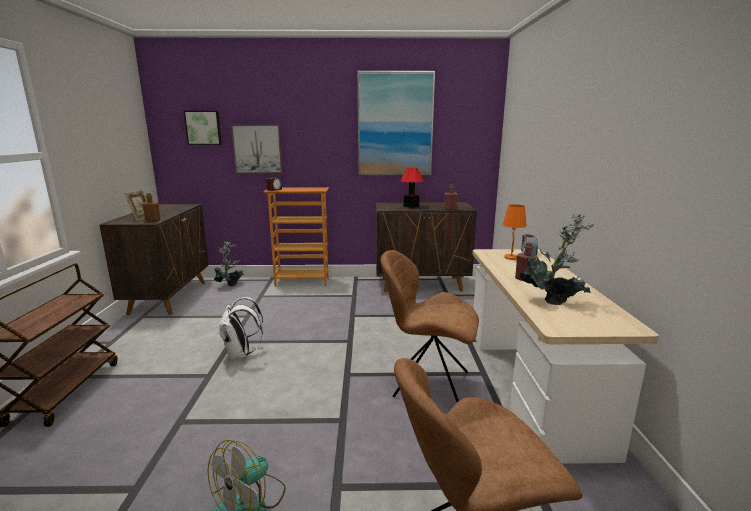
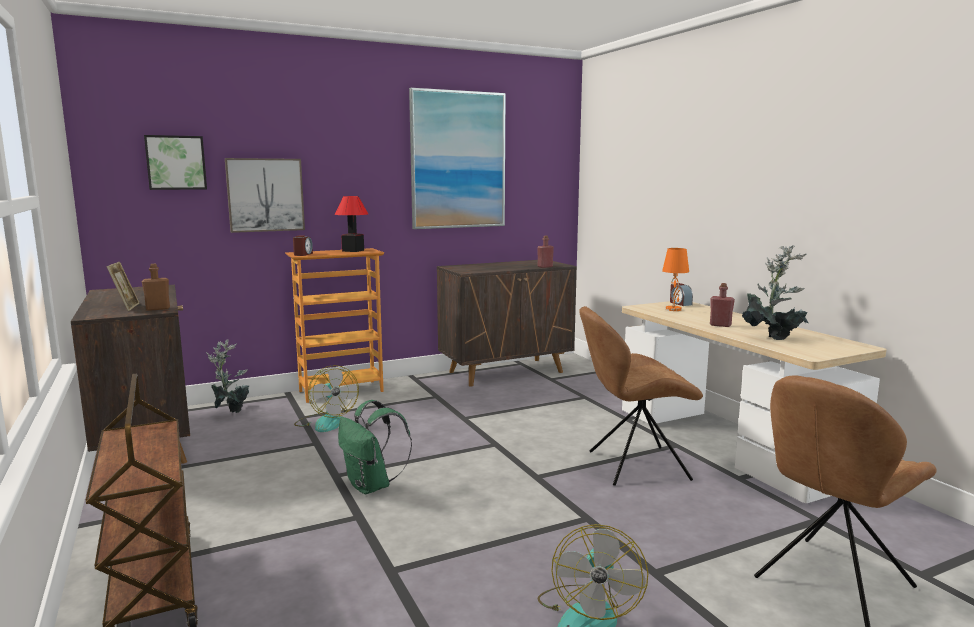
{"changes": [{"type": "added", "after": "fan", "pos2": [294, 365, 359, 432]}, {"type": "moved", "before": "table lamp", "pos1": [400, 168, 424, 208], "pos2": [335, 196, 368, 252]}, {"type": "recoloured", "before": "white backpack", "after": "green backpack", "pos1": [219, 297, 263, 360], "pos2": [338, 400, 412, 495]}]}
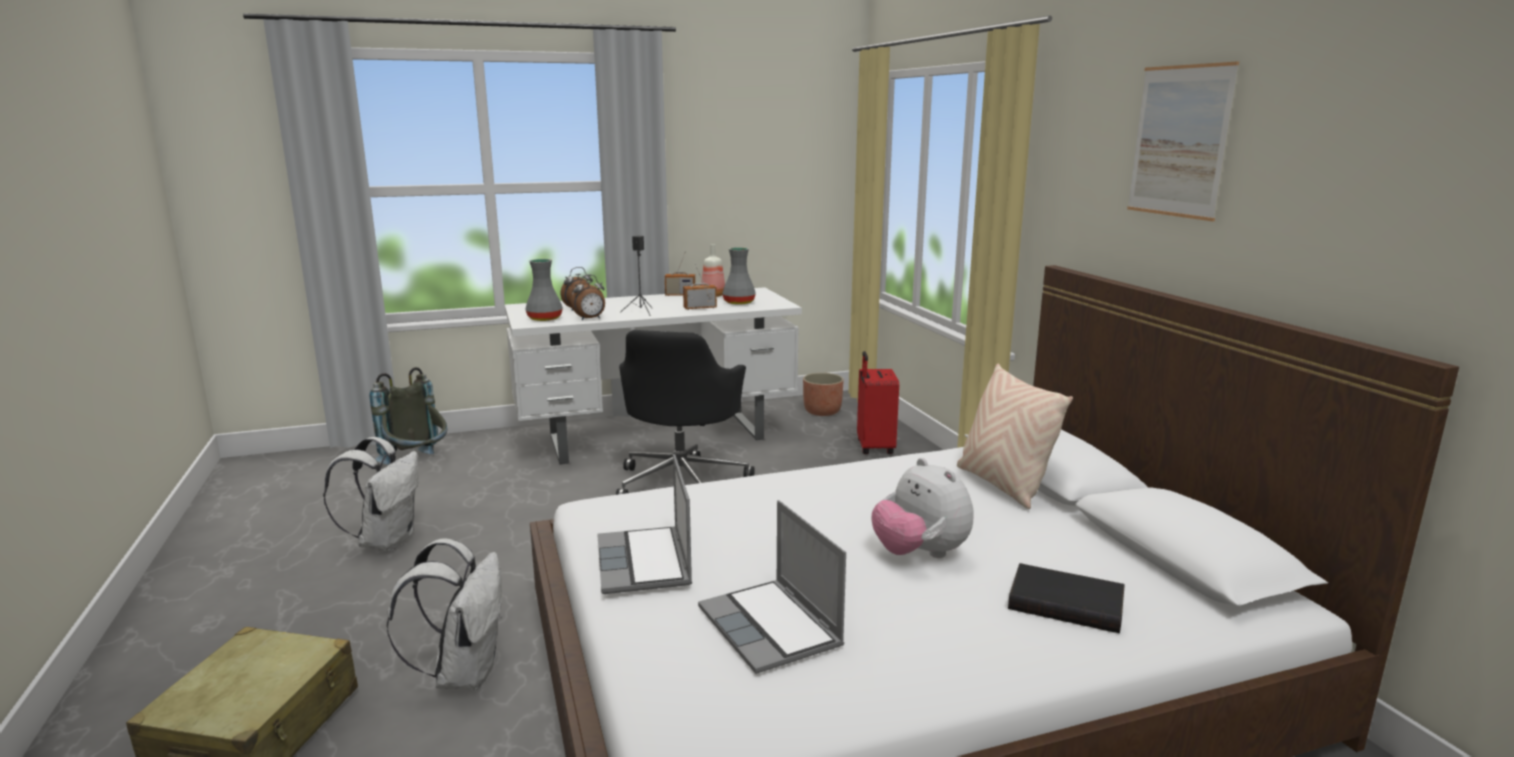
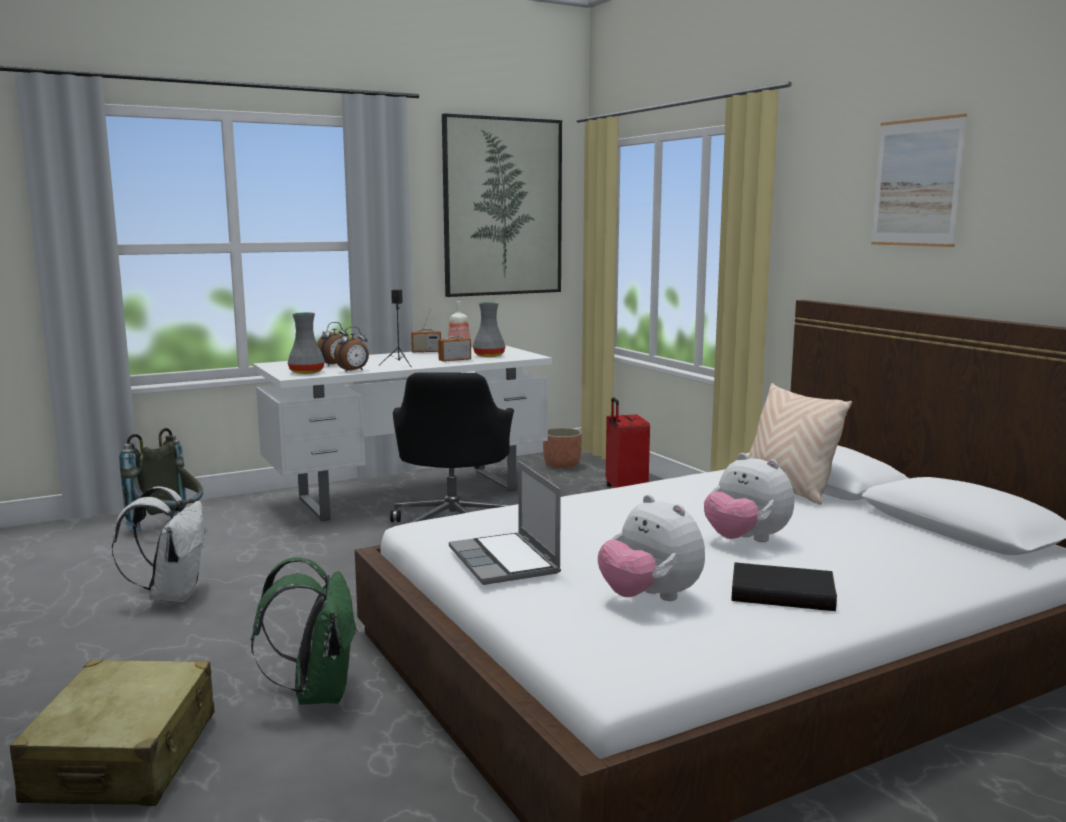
{"changes": [{"type": "added", "after": "picture", "pos2": [442, 113, 562, 297]}, {"type": "moved", "before": "black book", "pos1": [1008, 563, 1125, 633], "pos2": [732, 562, 837, 611]}, {"type": "replaced", "before": "laptop", "after": "plush toy", "pos1": [698, 500, 846, 674], "pos2": [598, 494, 705, 601]}, {"type": "recoloured", "before": "white backpack", "after": "green backpack", "pos1": [387, 538, 502, 690], "pos2": [251, 557, 358, 705]}]}
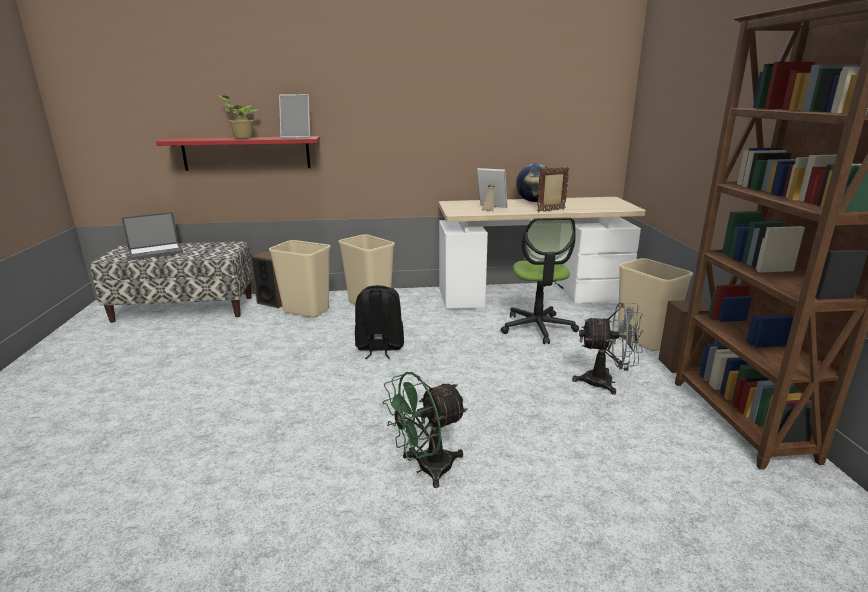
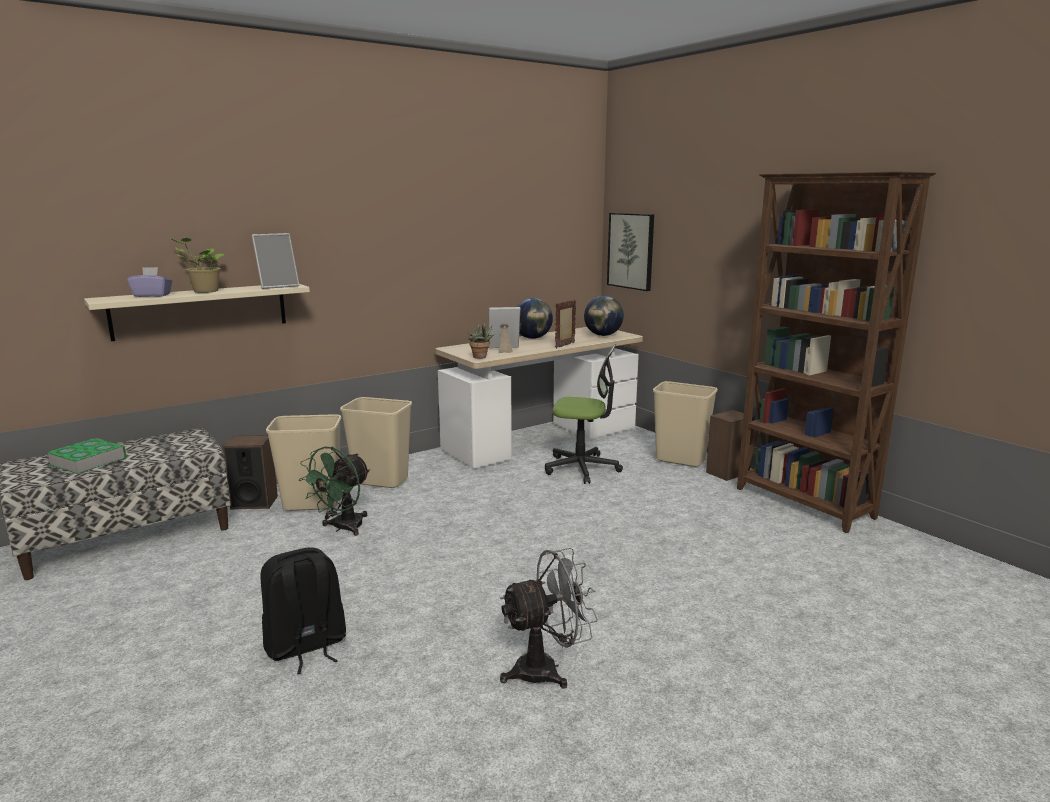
{"changes": [{"type": "added", "after": "purple tissue box", "pos2": [127, 267, 172, 297]}, {"type": "added", "after": "potted plant", "pos2": [468, 323, 494, 359]}, {"type": "added", "after": "globe", "pos2": [584, 296, 624, 336]}, {"type": "added", "after": "picture", "pos2": [607, 213, 654, 291]}, {"type": "moved", "before": "black backpack", "pos1": [355, 285, 404, 359], "pos2": [260, 547, 346, 674]}, {"type": "moved", "before": "green fan", "pos1": [382, 372, 467, 488], "pos2": [299, 446, 370, 536]}, {"type": "moved", "before": "grey fan", "pos1": [572, 302, 644, 395], "pos2": [500, 548, 598, 689]}, {"type": "replaced", "before": "laptop", "after": "book", "pos1": [121, 212, 183, 260], "pos2": [47, 438, 127, 474]}, {"type": "recoloured", "before": "red shelf", "after": "beige shelf", "pos1": [156, 136, 320, 171], "pos2": [84, 284, 310, 341]}, {"type": "turned", "before": "office chair", "pos1": [501, 218, 579, 344], "pos2": [545, 344, 623, 484], "turn": -45}]}
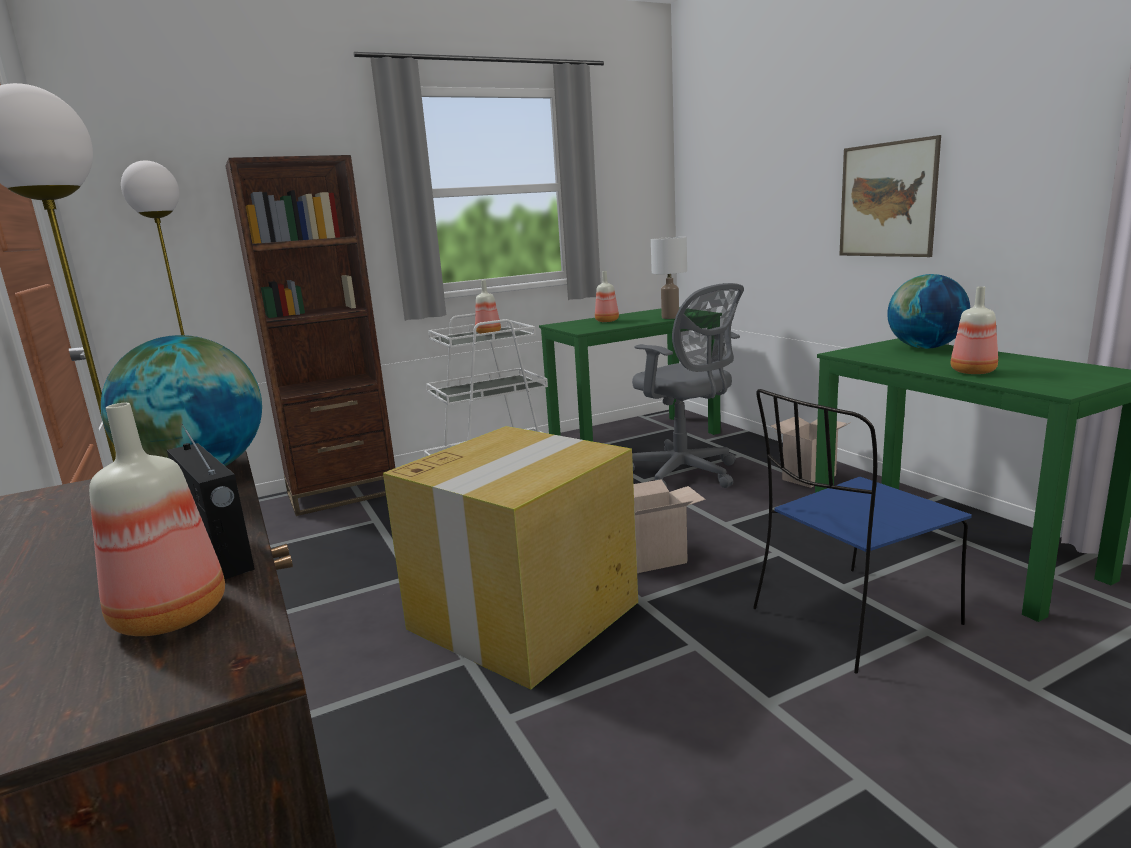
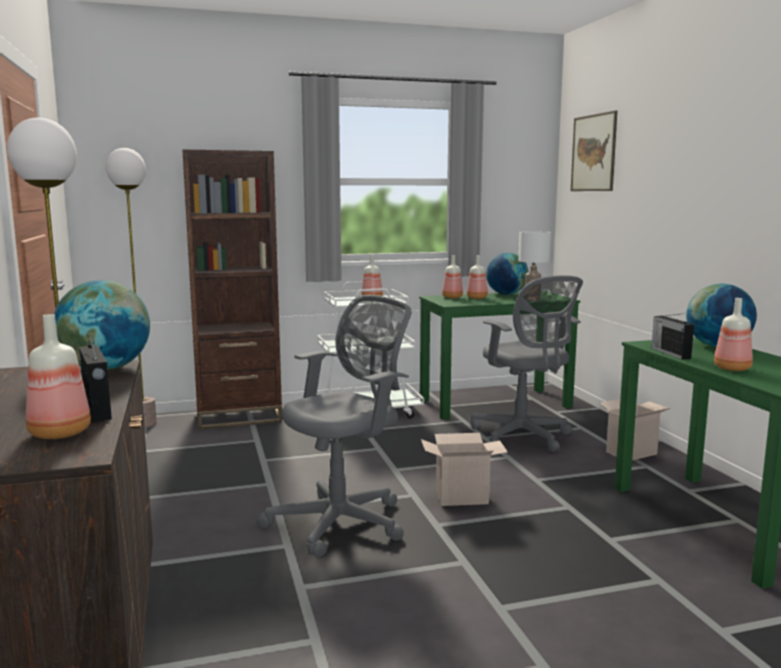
{"changes": [{"type": "removed", "before": "blue chair", "pos1": [753, 389, 972, 674]}, {"type": "added", "after": "bottle", "pos2": [442, 255, 463, 298]}, {"type": "added", "after": "globe", "pos2": [486, 253, 529, 295]}, {"type": "added", "after": "radio", "pos2": [652, 313, 694, 359]}, {"type": "moved", "before": "picture", "pos1": [839, 135, 941, 257], "pos2": [571, 111, 617, 191]}, {"type": "replaced", "before": "cardboard box", "after": "grey office chair", "pos1": [383, 426, 638, 690], "pos2": [256, 295, 412, 557]}]}
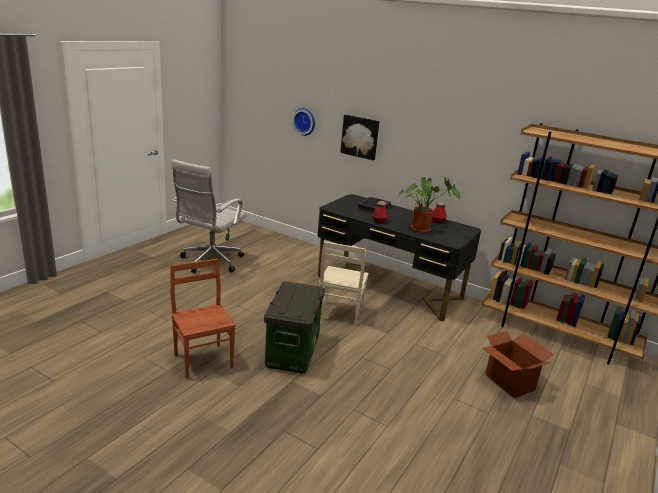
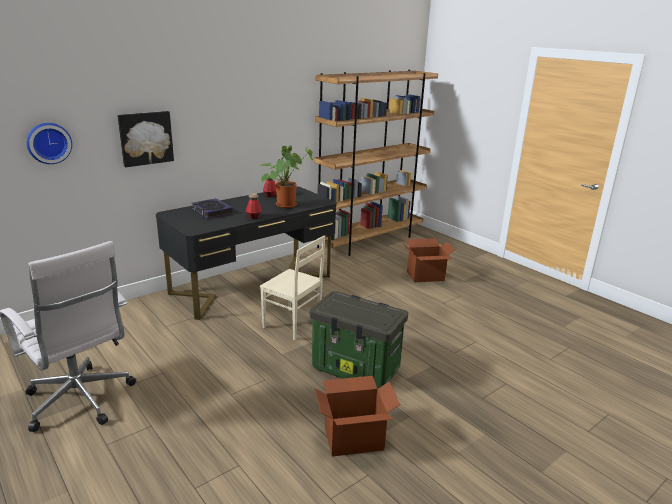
{"changes": [{"type": "replaced", "before": "brown chair", "after": "cardboard box", "pos1": [170, 259, 236, 379], "pos2": [315, 376, 400, 457]}]}
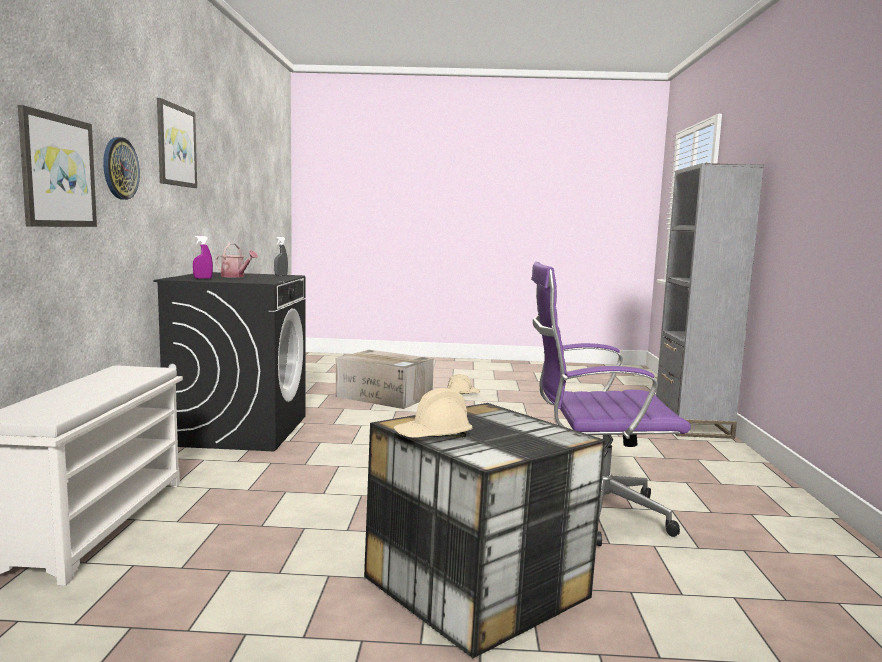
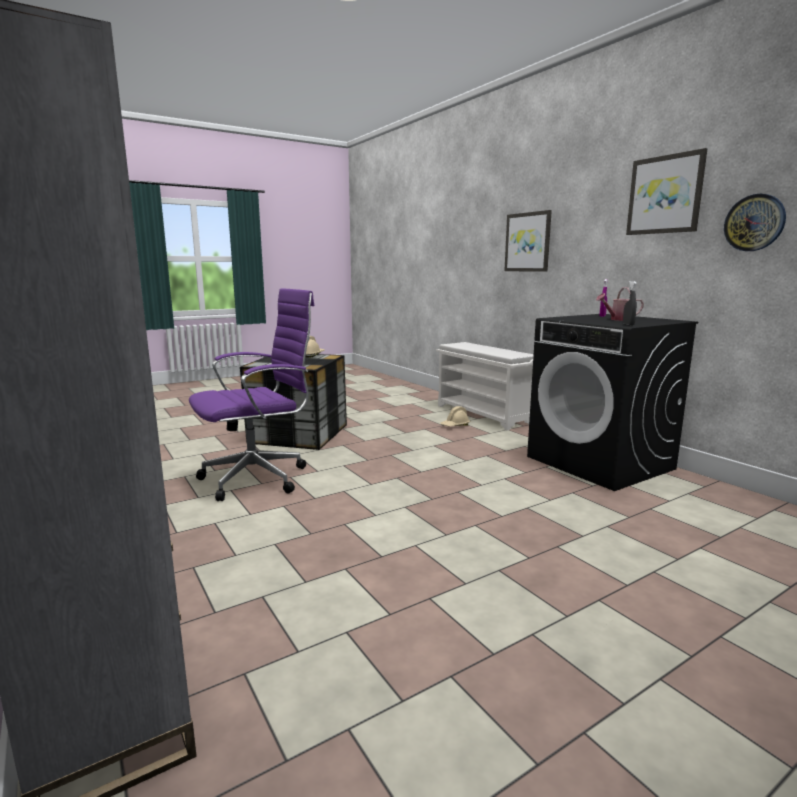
{"changes": [{"type": "removed", "before": "cardboard box", "pos1": [336, 350, 434, 409]}, {"type": "moved", "before": "wall clock", "pos1": [103, 137, 140, 200], "pos2": [724, 194, 786, 251]}, {"type": "moved", "before": "beige hard hat", "pos1": [447, 374, 480, 394], "pos2": [440, 406, 470, 426]}]}
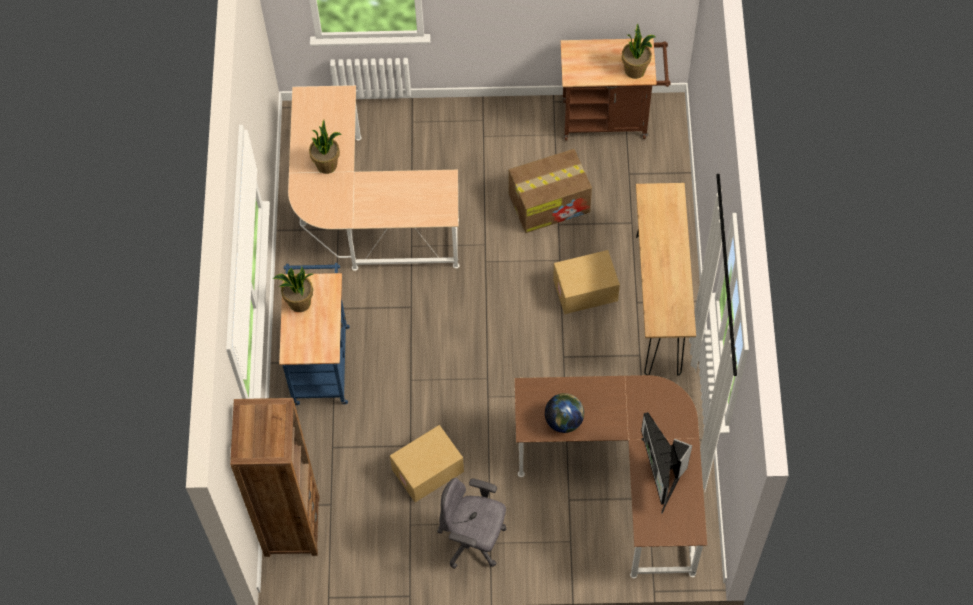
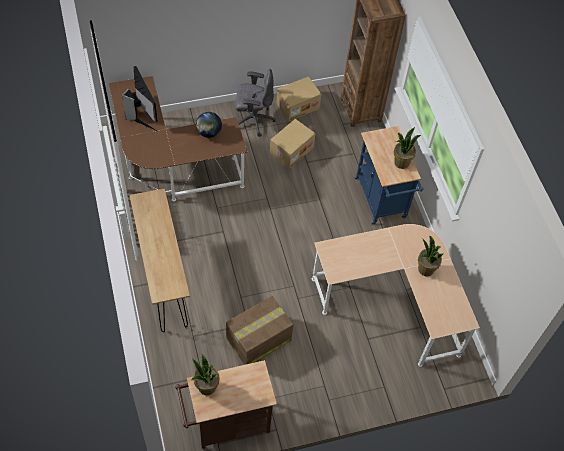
{"changes": [{"type": "moved", "before": "cardboard box", "pos1": [553, 250, 620, 314], "pos2": [276, 76, 322, 121]}]}
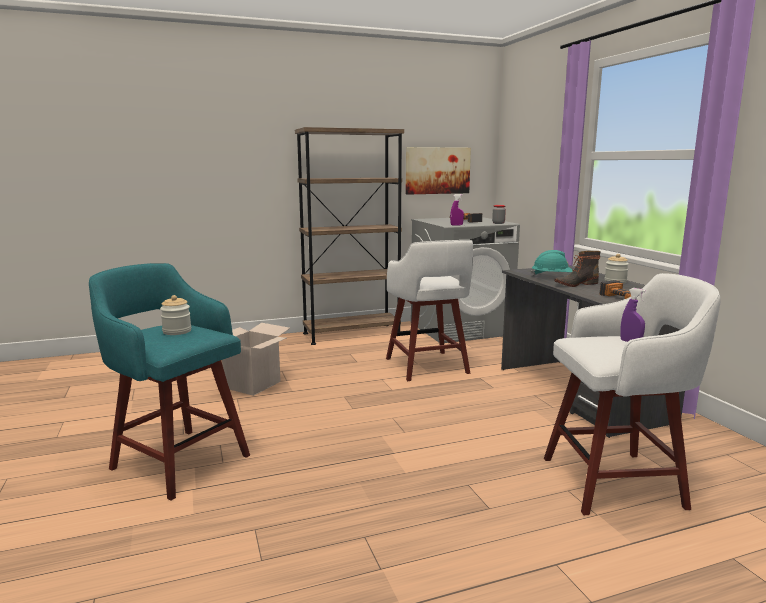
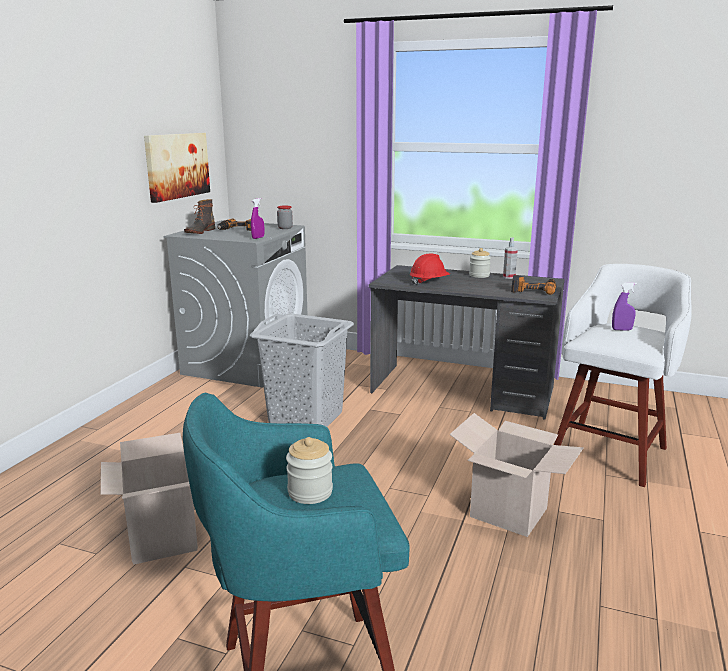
{"changes": [{"type": "removed", "before": "brown bookcase", "pos1": [295, 127, 404, 345]}, {"type": "added", "after": "cardboard box", "pos2": [449, 413, 584, 537]}, {"type": "added", "after": "spray bottle", "pos2": [503, 237, 518, 279]}, {"type": "moved", "before": "boot", "pos1": [554, 251, 601, 287], "pos2": [184, 199, 215, 234]}, {"type": "replaced", "before": "white stool", "after": "grey laundry basket", "pos1": [386, 240, 473, 381], "pos2": [250, 313, 354, 427]}, {"type": "recoloured", "before": "turquoise hard hat", "after": "red hard hat", "pos1": [531, 250, 573, 276], "pos2": [410, 253, 450, 285]}]}
